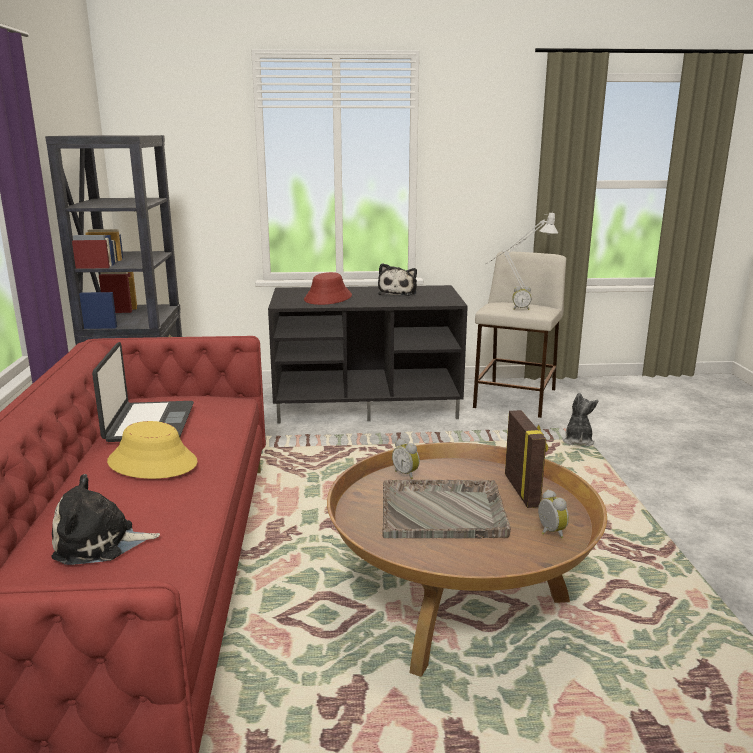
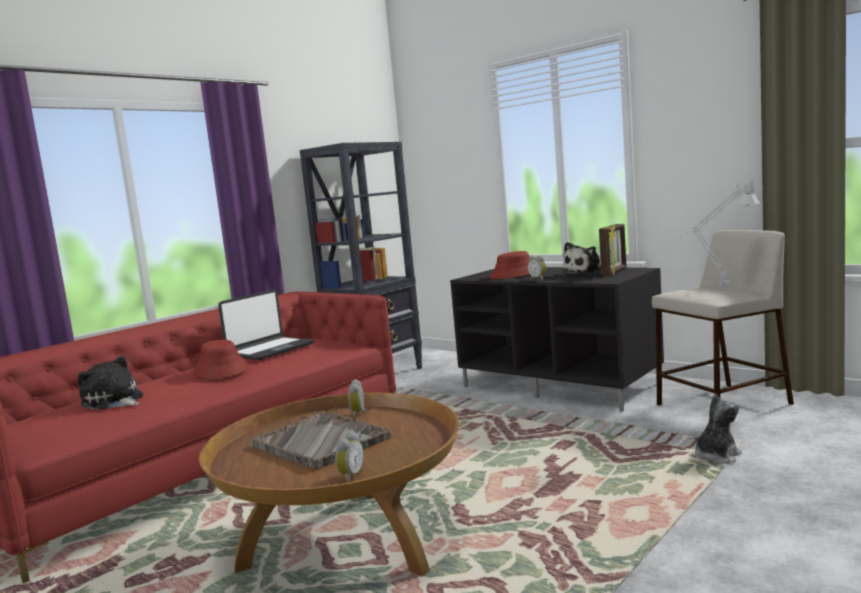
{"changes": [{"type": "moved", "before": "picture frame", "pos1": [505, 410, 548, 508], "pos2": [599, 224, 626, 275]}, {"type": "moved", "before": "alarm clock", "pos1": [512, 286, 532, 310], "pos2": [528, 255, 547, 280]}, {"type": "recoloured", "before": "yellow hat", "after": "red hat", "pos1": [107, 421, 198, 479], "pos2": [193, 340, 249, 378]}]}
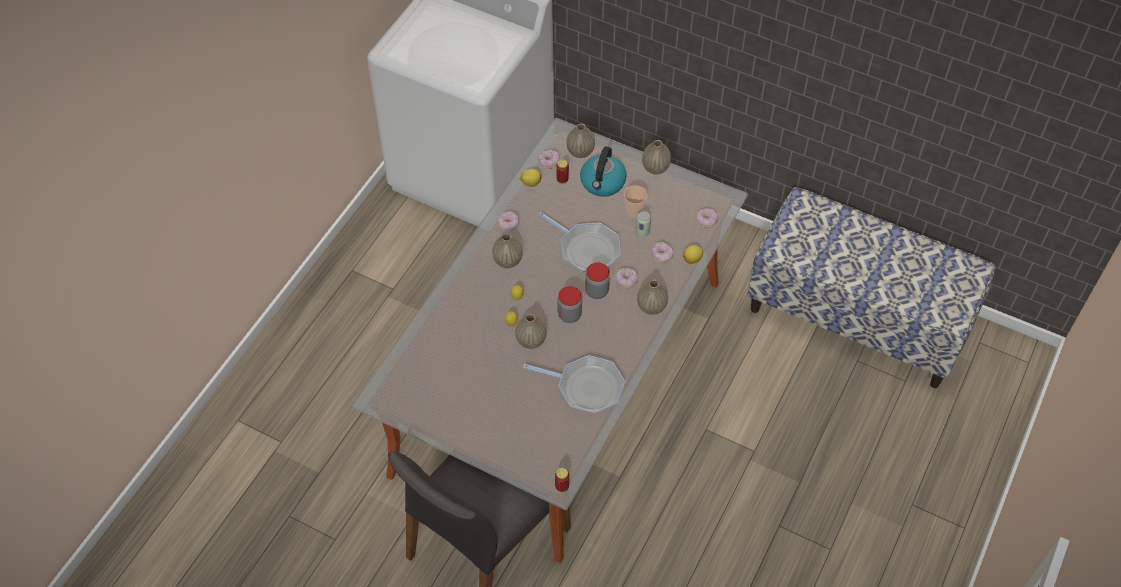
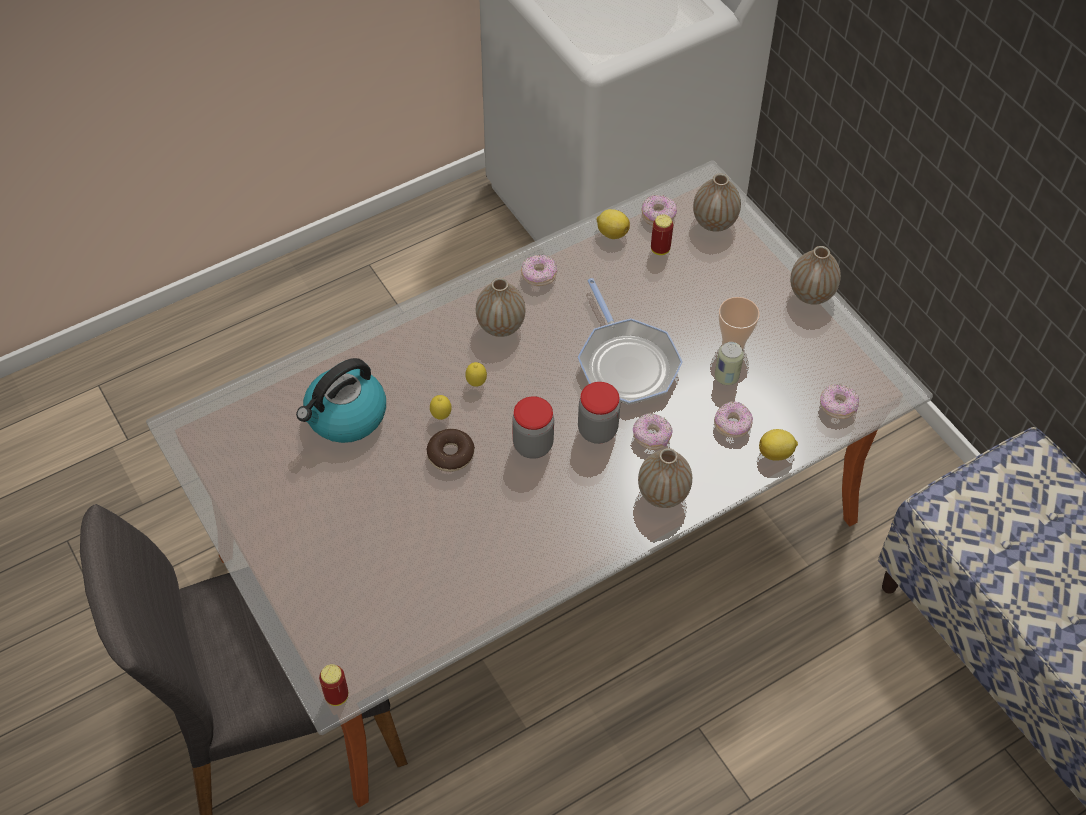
{"changes": [{"type": "removed", "before": "frying pan", "pos1": [523, 355, 625, 414]}, {"type": "moved", "before": "kettle", "pos1": [580, 147, 627, 197], "pos2": [296, 358, 386, 443]}, {"type": "replaced", "before": "vase", "after": "donut", "pos1": [515, 314, 547, 349], "pos2": [426, 429, 475, 472]}]}
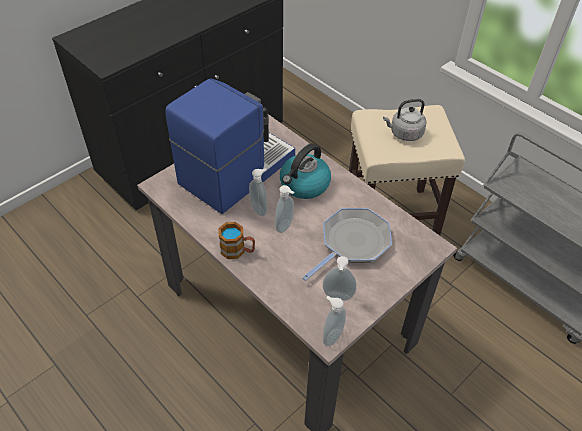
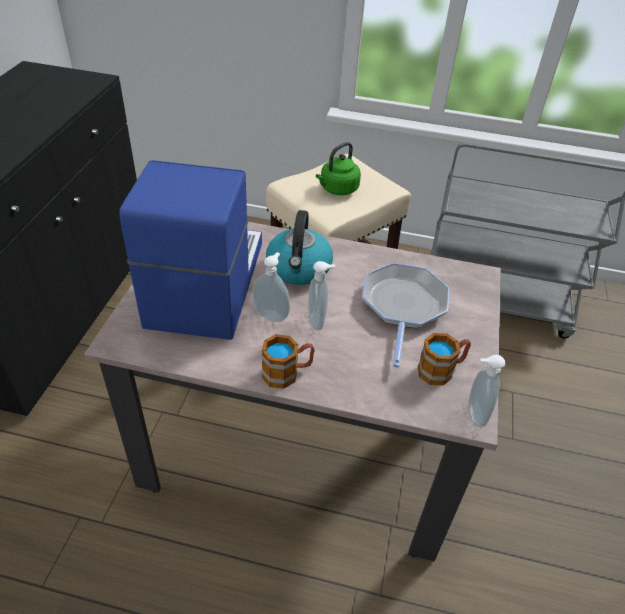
{"changes": [{"type": "replaced", "before": "soap dispenser", "after": "mug", "pos1": [323, 256, 357, 301], "pos2": [418, 333, 471, 385]}, {"type": "recoloured", "before": "grey kettle", "after": "green kettle", "pos1": [383, 99, 427, 141], "pos2": [316, 142, 361, 195]}]}
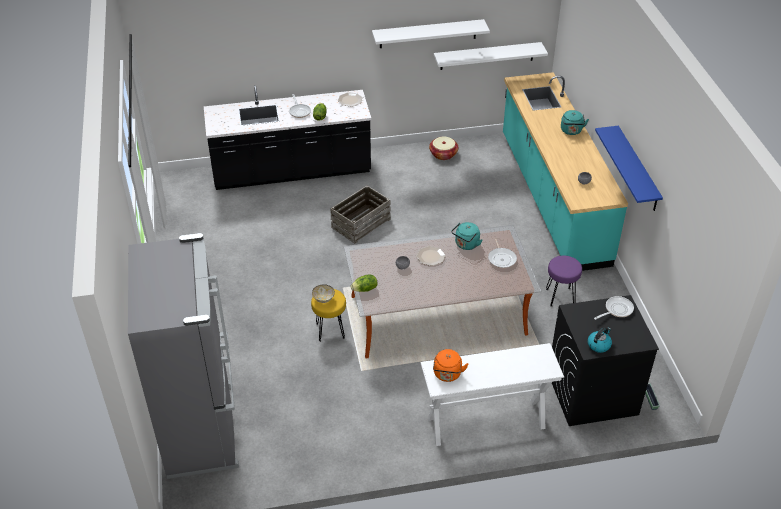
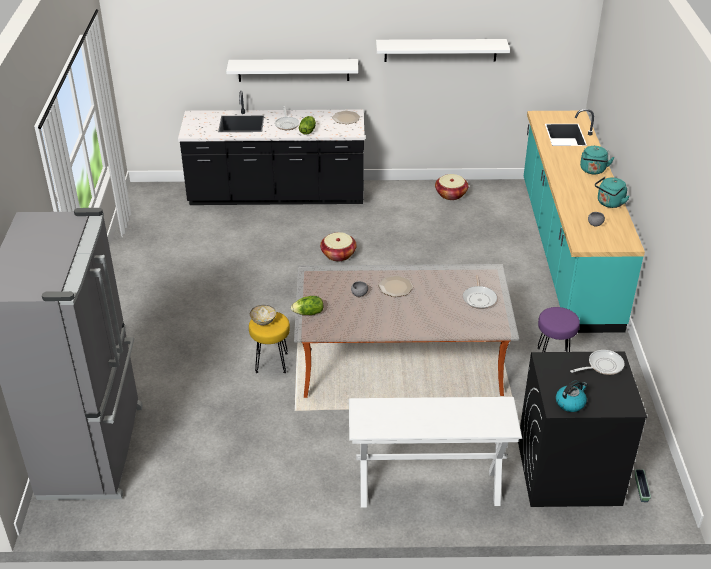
{"changes": [{"type": "removed", "before": "orange kettle", "pos1": [433, 349, 469, 382]}, {"type": "removed", "before": "blue shelf", "pos1": [595, 126, 663, 211]}, {"type": "moved", "before": "white shelf", "pos1": [434, 42, 548, 70], "pos2": [226, 59, 358, 82]}, {"type": "moved", "before": "turquoise kettle", "pos1": [451, 222, 482, 250], "pos2": [595, 177, 630, 208]}, {"type": "replaced", "before": "crate", "after": "basket", "pos1": [330, 185, 391, 244], "pos2": [320, 232, 357, 261]}]}
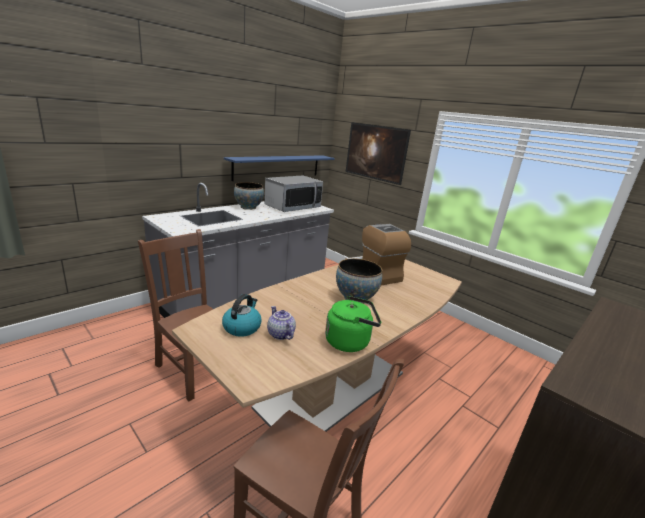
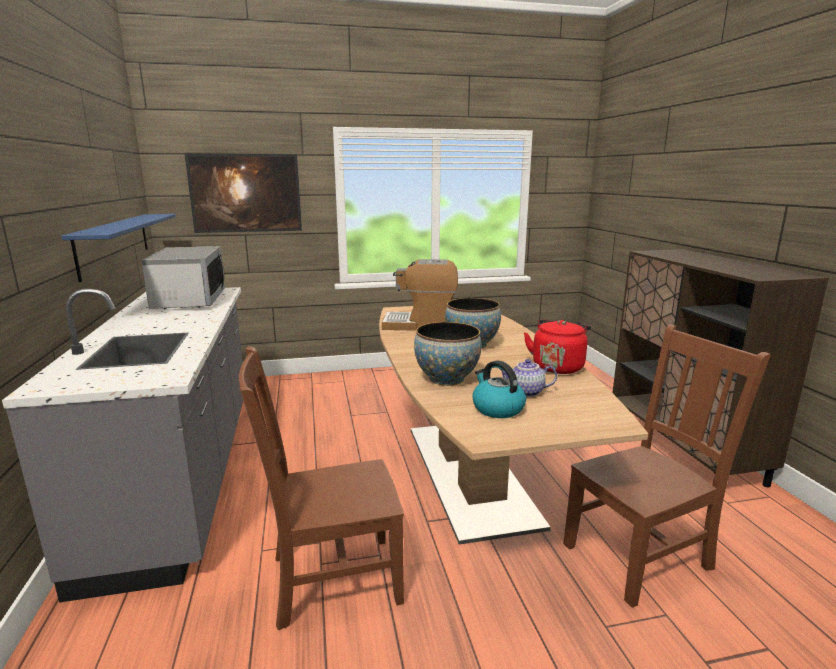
{"changes": [{"type": "moved", "before": "bowl", "pos1": [234, 182, 264, 210], "pos2": [414, 322, 482, 386]}, {"type": "recoloured", "before": "green kettle", "after": "red kettle", "pos1": [325, 296, 381, 352], "pos2": [524, 320, 591, 374]}]}
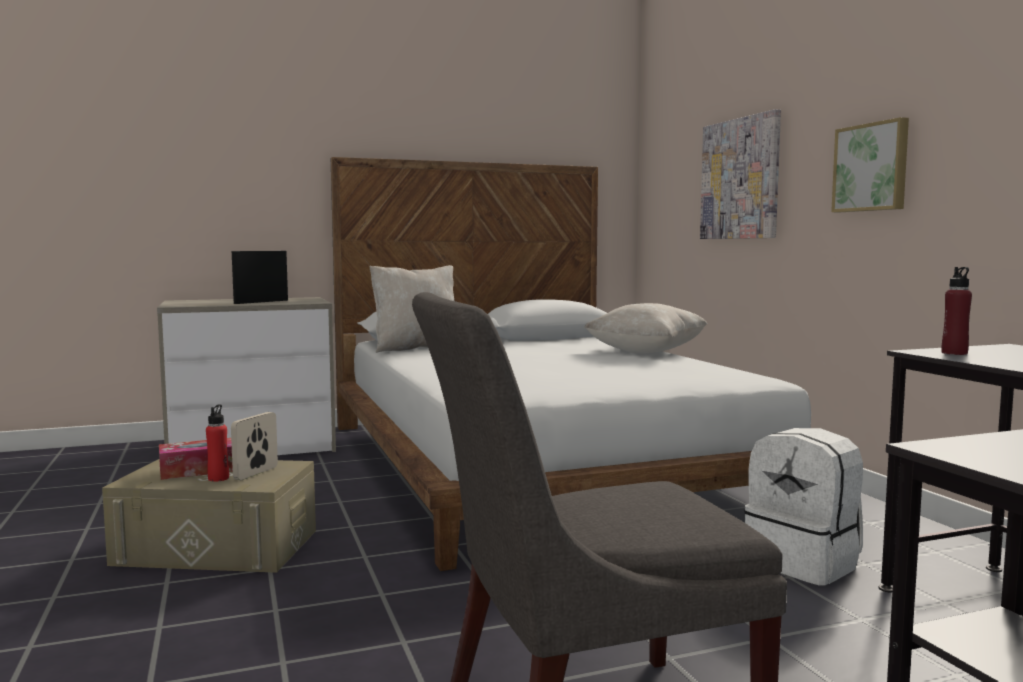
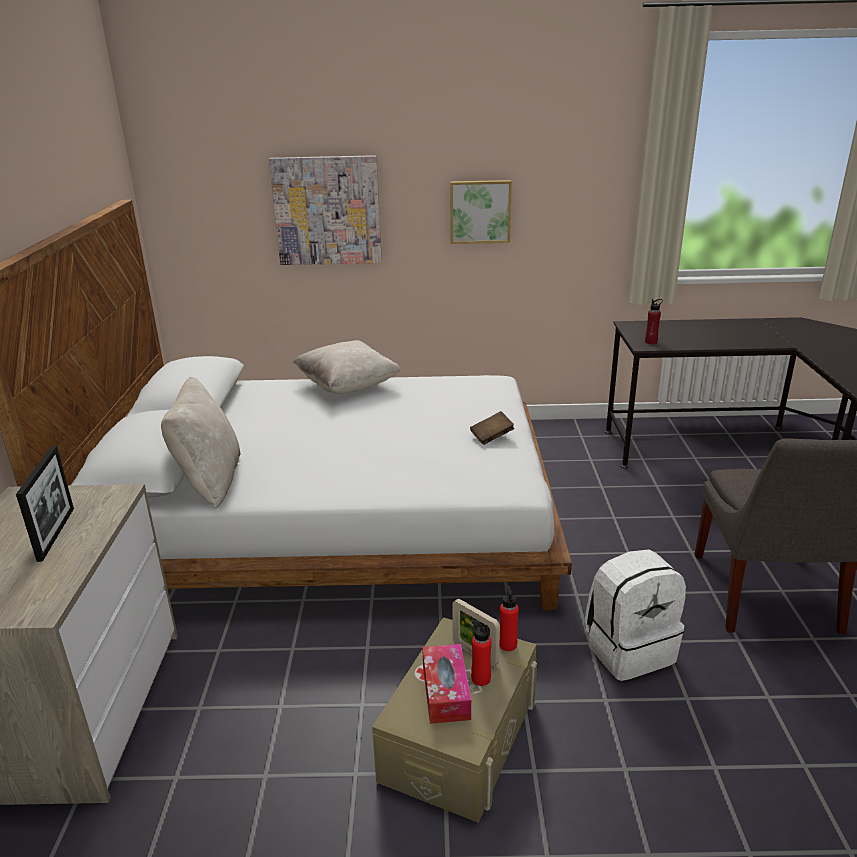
{"changes": [{"type": "added", "after": "brown book", "pos2": [470, 411, 514, 445]}, {"type": "added", "after": "red bottle", "pos2": [499, 586, 519, 651]}, {"type": "moved", "before": "white backpack", "pos1": [744, 428, 863, 585], "pos2": [585, 549, 686, 681]}, {"type": "turned", "before": "picture frame", "pos1": [232, 251, 288, 304], "pos2": [16, 446, 74, 562], "turn": -150}]}
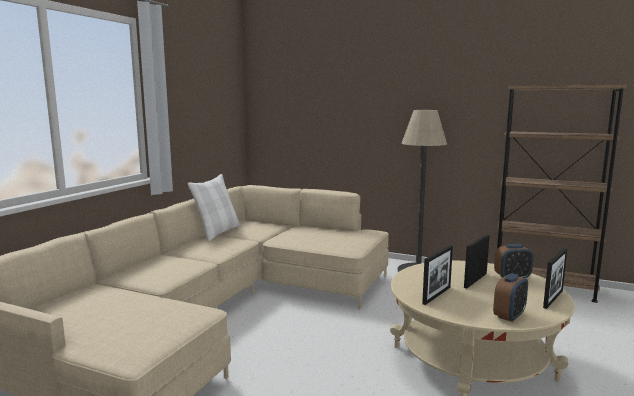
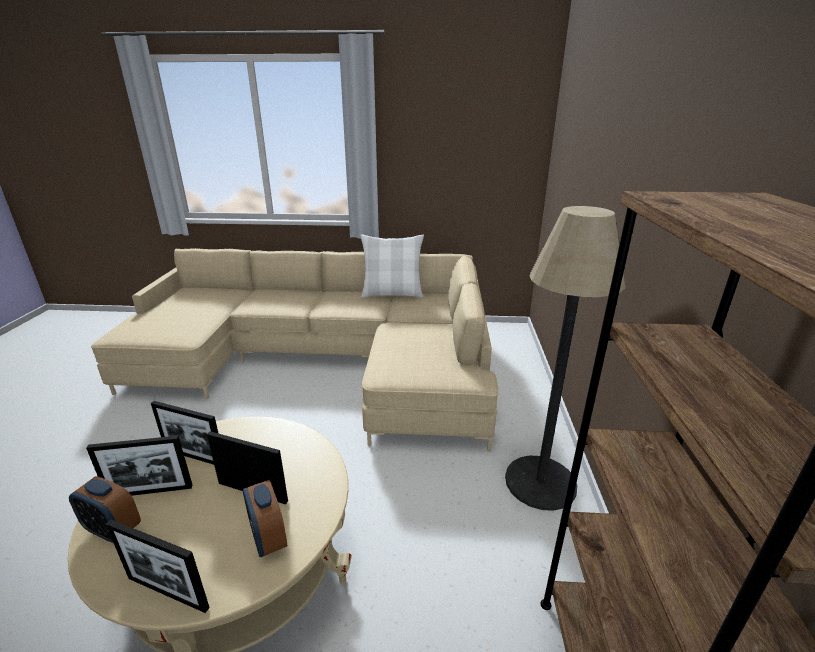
{"changes": [{"type": "added", "after": "picture frame", "pos2": [86, 436, 192, 496]}]}
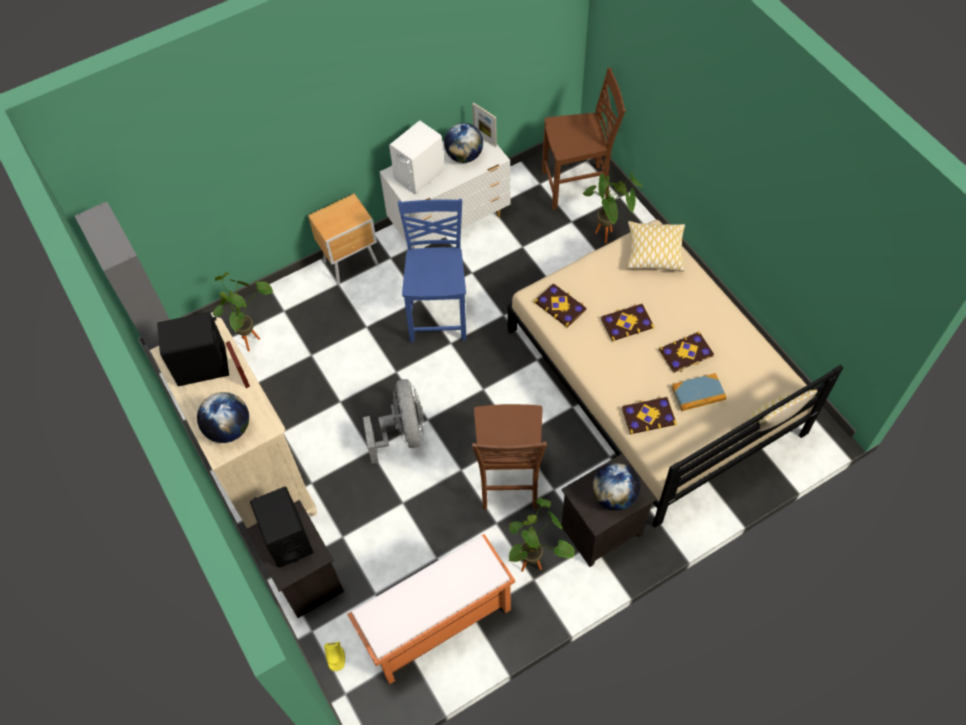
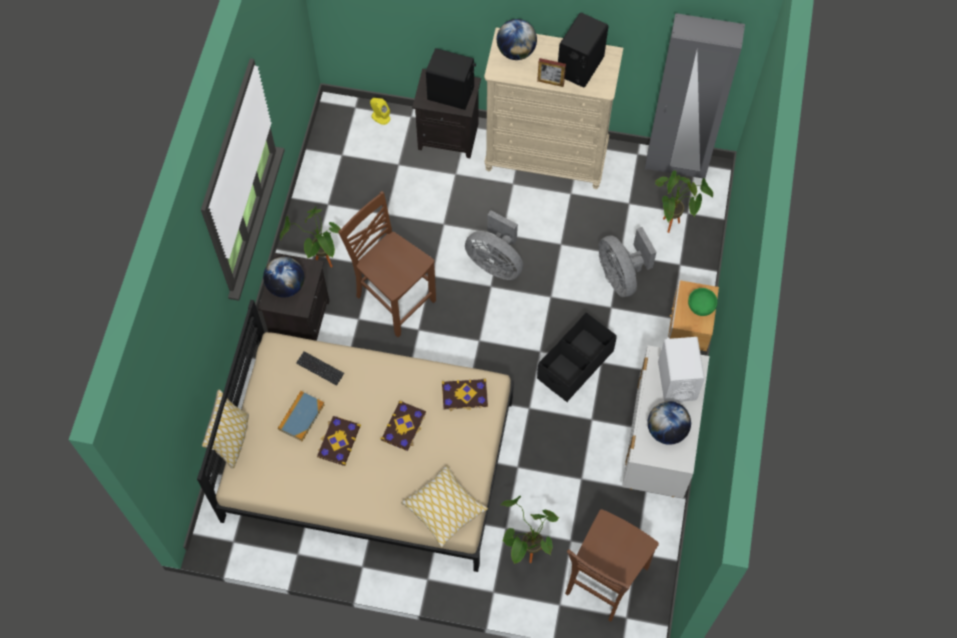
{"changes": [{"type": "removed", "before": "orange bench", "pos1": [347, 534, 515, 684]}, {"type": "removed", "before": "picture frame", "pos1": [472, 102, 497, 147]}, {"type": "added", "after": "grey fan", "pos2": [599, 227, 657, 297]}, {"type": "added", "after": "green bowl", "pos2": [688, 288, 717, 316]}, {"type": "replaced", "before": "blue chair", "after": "black storage box", "pos1": [398, 199, 466, 343], "pos2": [537, 312, 617, 402]}, {"type": "replaced", "before": "book", "after": "keyboard", "pos1": [622, 397, 676, 435], "pos2": [296, 351, 344, 386]}]}
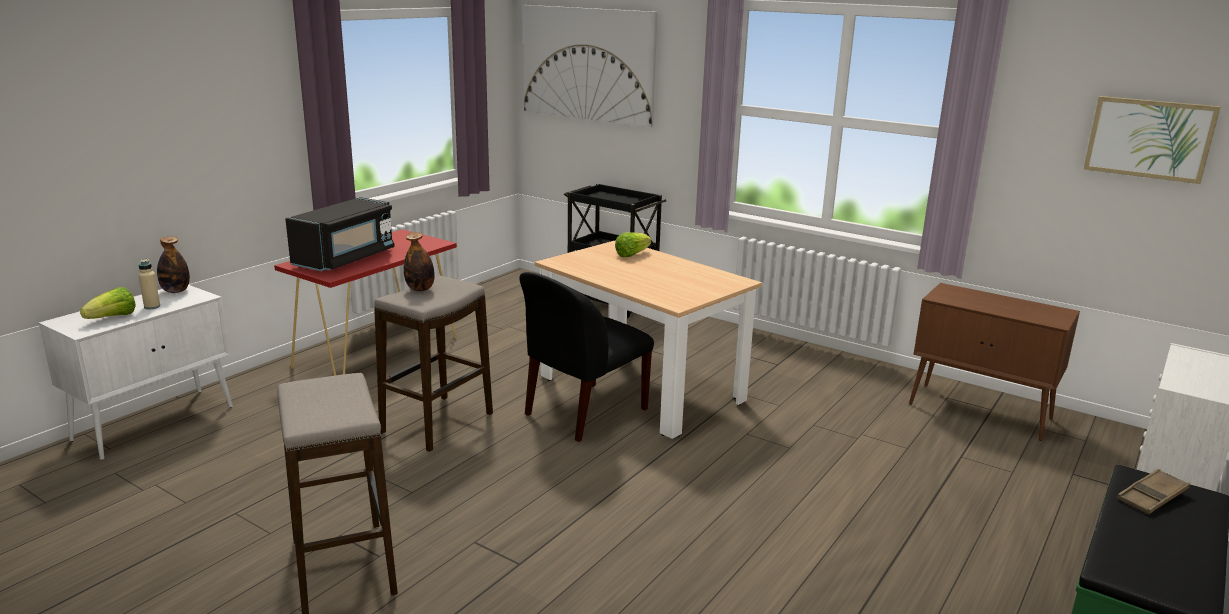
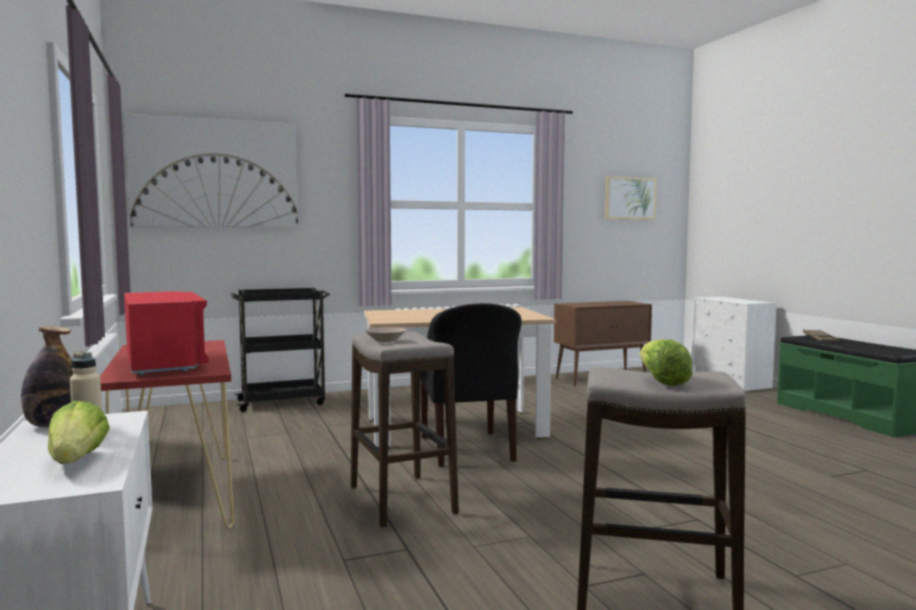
{"changes": [{"type": "moved", "before": "lettuce", "pos1": [615, 233, 652, 257], "pos2": [640, 339, 693, 386]}, {"type": "replaced", "before": "bottle", "after": "beige bowl", "pos1": [404, 232, 435, 291], "pos2": [365, 327, 406, 342]}, {"type": "recoloured", "before": "black microwave", "after": "red microwave", "pos1": [285, 197, 395, 271], "pos2": [124, 291, 209, 375]}]}
